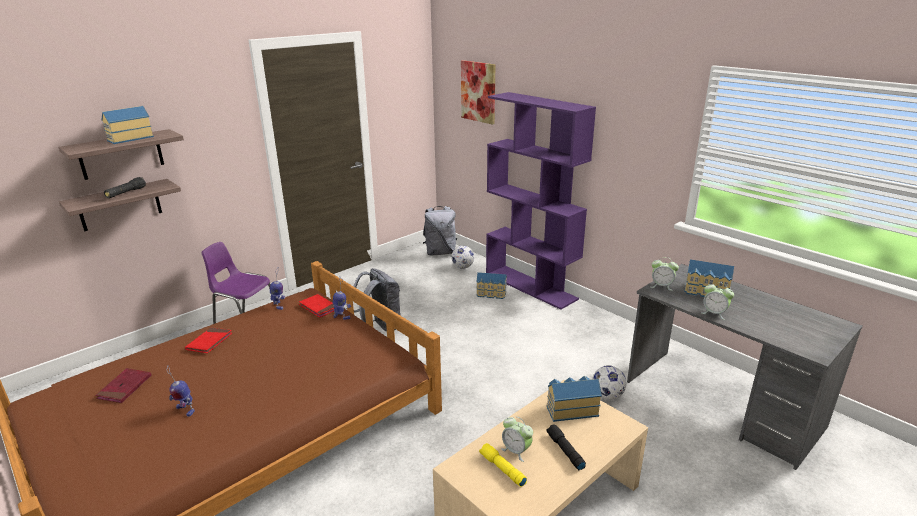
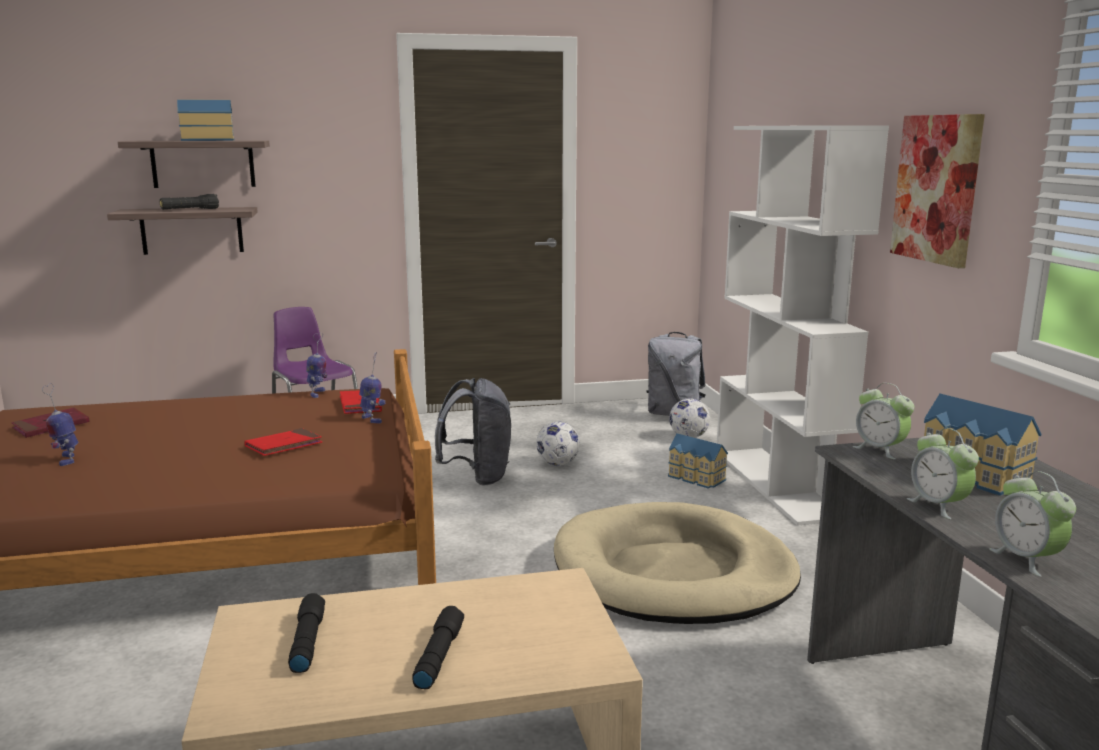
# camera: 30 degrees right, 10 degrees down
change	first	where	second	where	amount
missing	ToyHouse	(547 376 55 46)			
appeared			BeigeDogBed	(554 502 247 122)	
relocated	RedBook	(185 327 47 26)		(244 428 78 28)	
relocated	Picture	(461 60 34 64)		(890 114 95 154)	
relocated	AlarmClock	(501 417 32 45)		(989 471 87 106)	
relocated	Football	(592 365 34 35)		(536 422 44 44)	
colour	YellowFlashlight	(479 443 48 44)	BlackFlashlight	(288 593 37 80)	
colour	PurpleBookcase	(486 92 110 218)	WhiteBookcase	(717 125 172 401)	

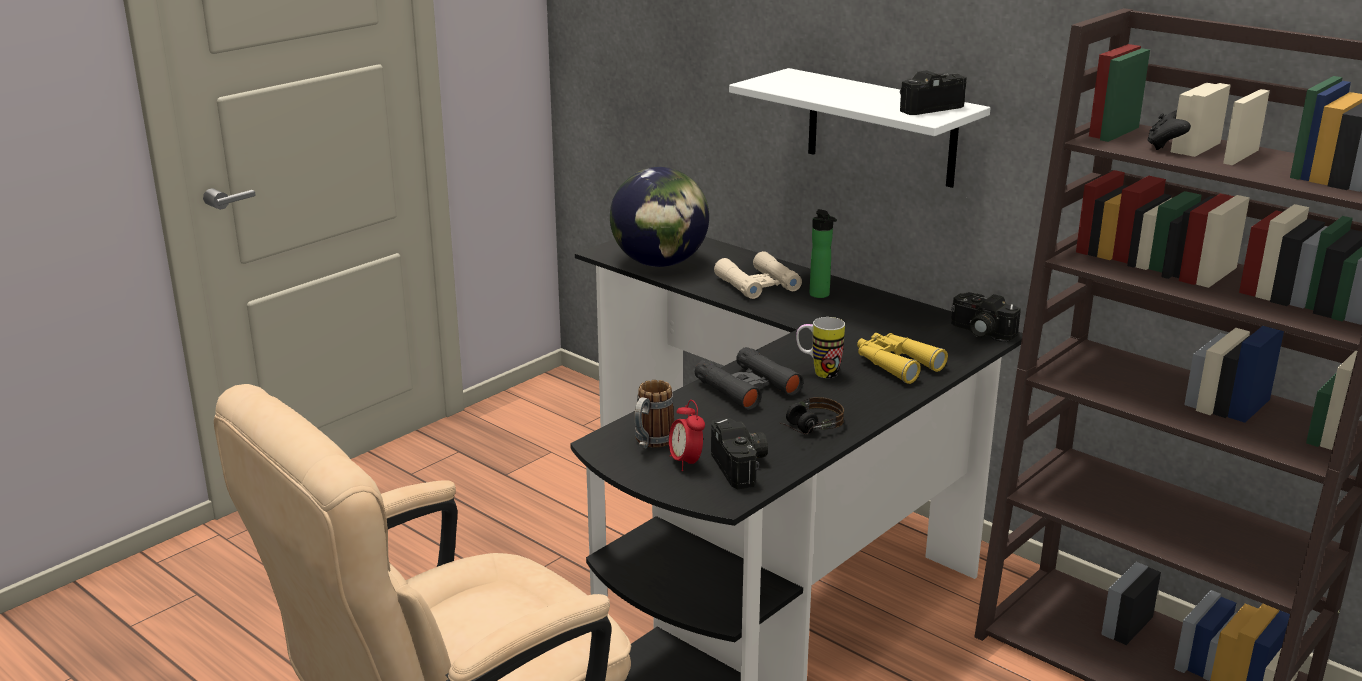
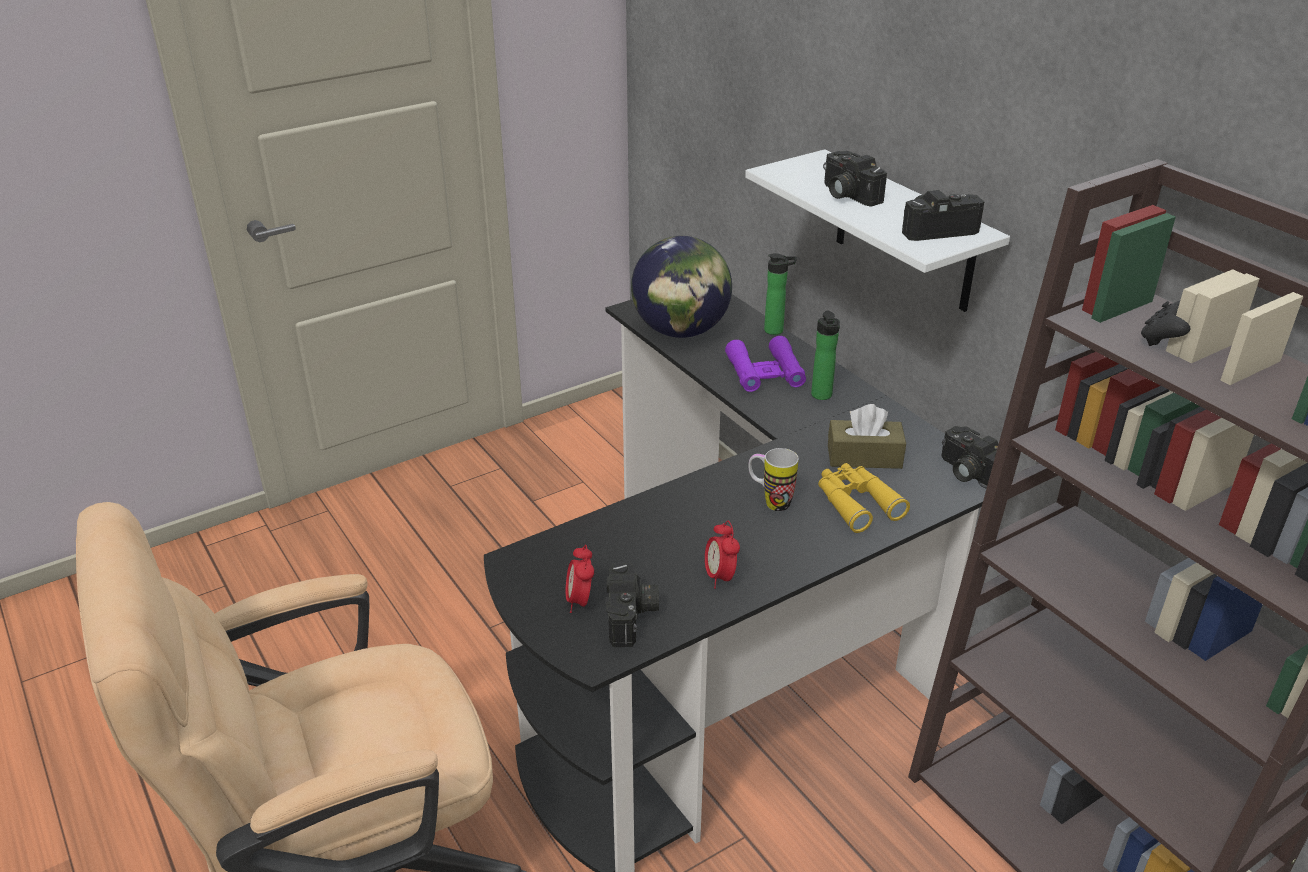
# camera: 15 degrees right, 10 degrees up
change	first	where	second	where	amount
missing	Mug	(634 380 40 69)			
missing	BlackBinoculars	(695 347 108 63)			
appeared			Bottle	(764 253 33 82)	
appeared			PhotoCamera	(823 151 64 56)	
appeared			BrownTissueBox	(828 404 78 65)	
exchanged	Headphones	(779 397 65 38)	AlarmClock	(705 521 35 68)	
colour	BeigeBinoculars	(714 251 88 48)	PurpleBinoculars	(725 336 81 56)	

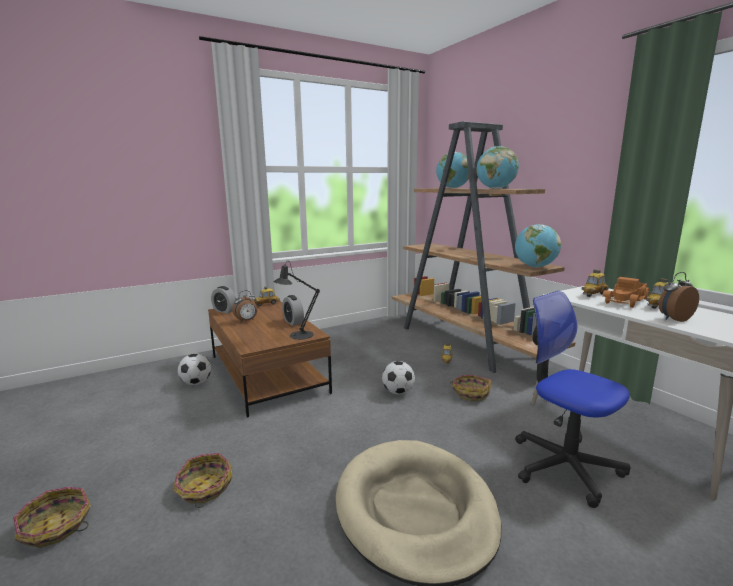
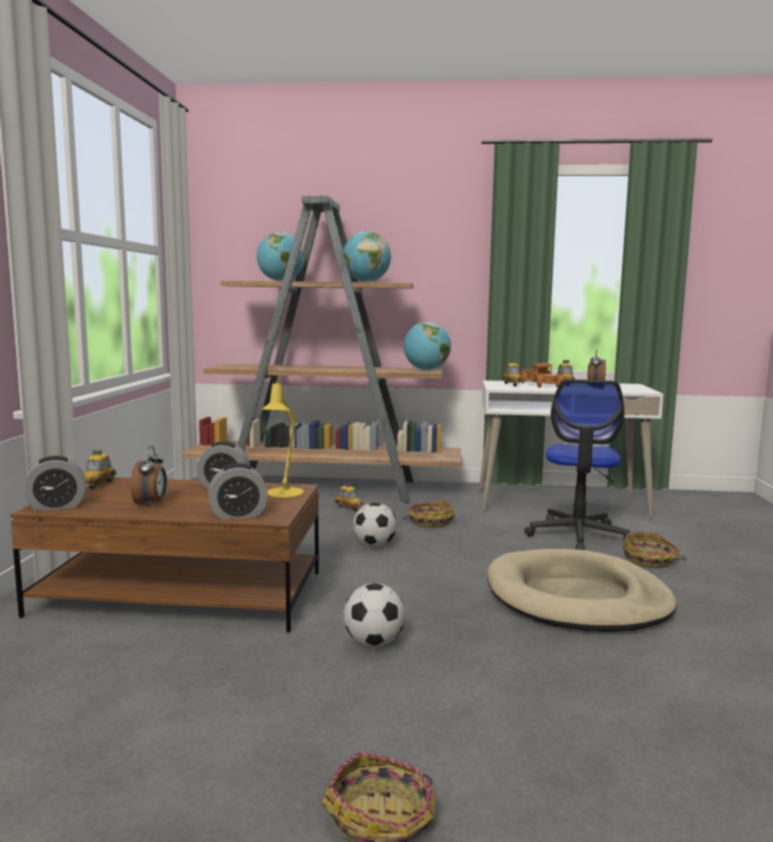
# camera: 55 degrees left, 5 degrees down
change	first	where	second	where	amount
appeared			AlarmClock	(209 463 59 57)	
relocated	Basket	(173 453 59 55)		(623 532 63 36)	
relocated	Football	(178 354 33 31)		(344 583 61 64)	
colour	BlackTableLamp	(273 261 47 79)	YellowTableLamp	(261 376 43 122)	
spun	OfficeChair	(515 291 115 217)		(524 379 106 171)	75 degrees counterclockwise

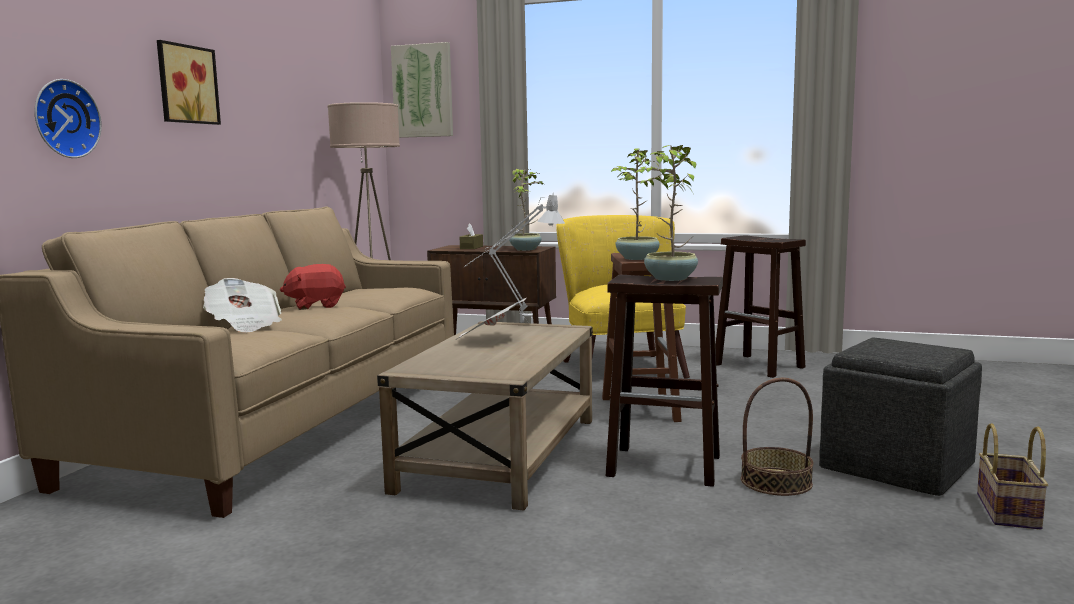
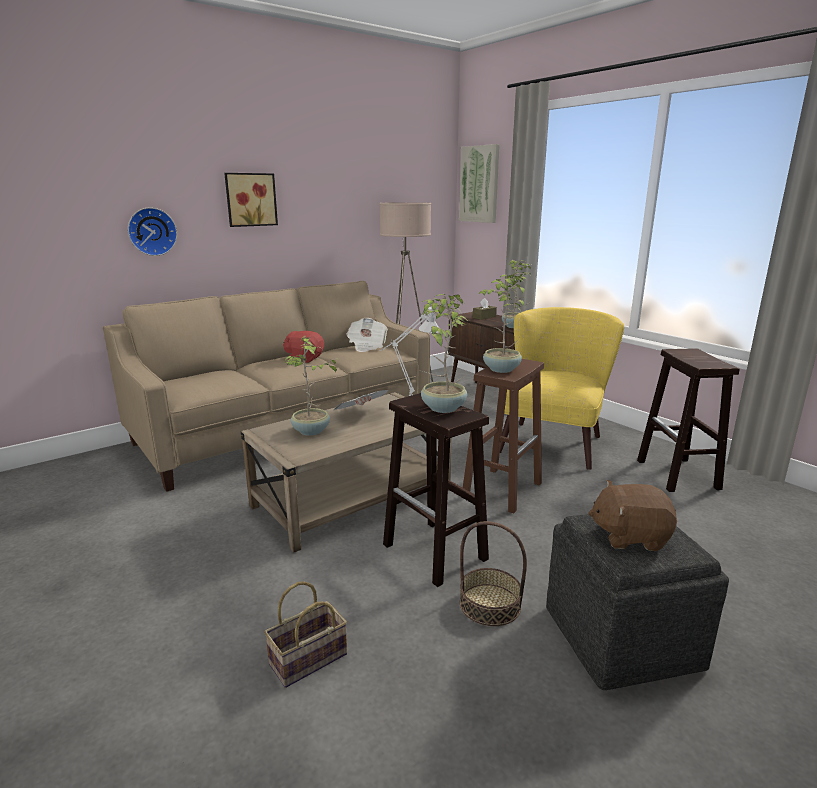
# camera: 35 degrees right, 10 degrees up
change	first	where	second	where	amount
appeared			PottedPlant	(284 336 58 100)	
appeared			BrownPlushToy	(588 480 89 71)	
relocated	Newspaper	(203 278 79 55)		(346 318 42 34)	
relocated	Basket	(977 423 71 107)		(264 581 83 107)	

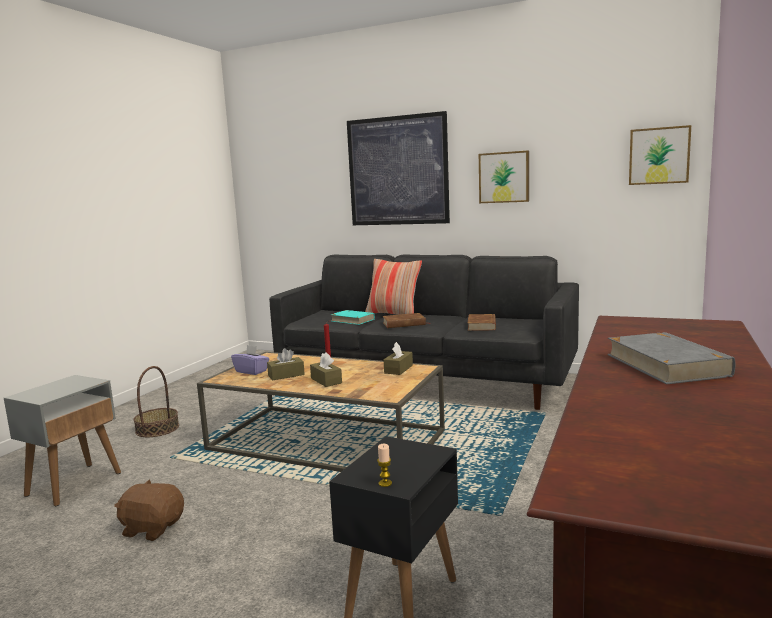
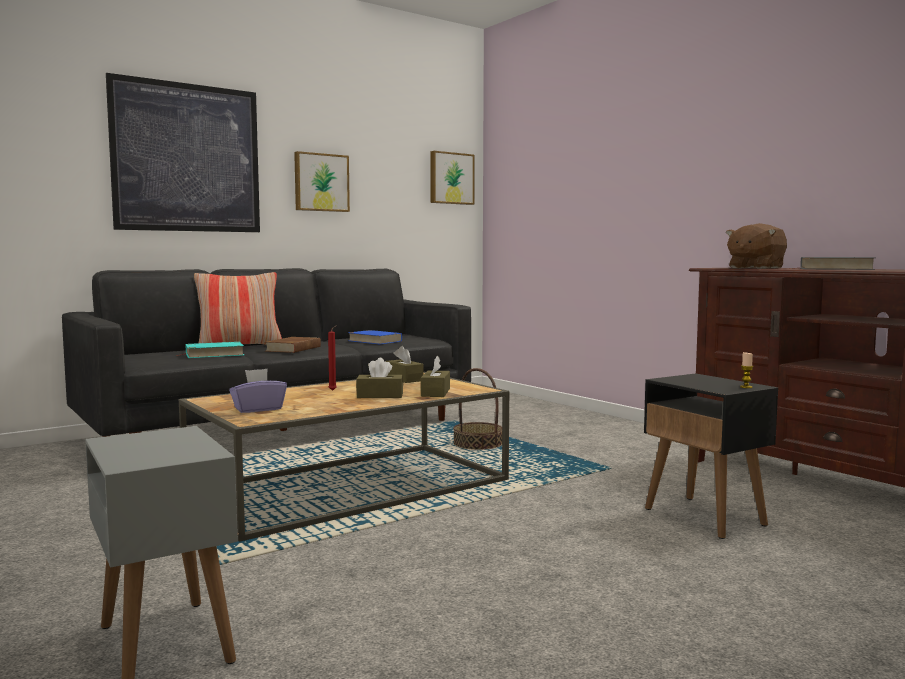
# camera: 60 degrees left, 5 degrees down
change	first	where	second	where	amount
relocated	BrownPlushToy	(114 479 70 62)		(725 223 62 46)	
relocated	Basket	(133 366 46 71)		(453 368 49 82)	
relocated	BrownTissueBox	(267 348 38 32)		(421 356 29 41)	
colour	BrownBook	(468 314 28 17)	BlueBook	(348 330 54 14)	

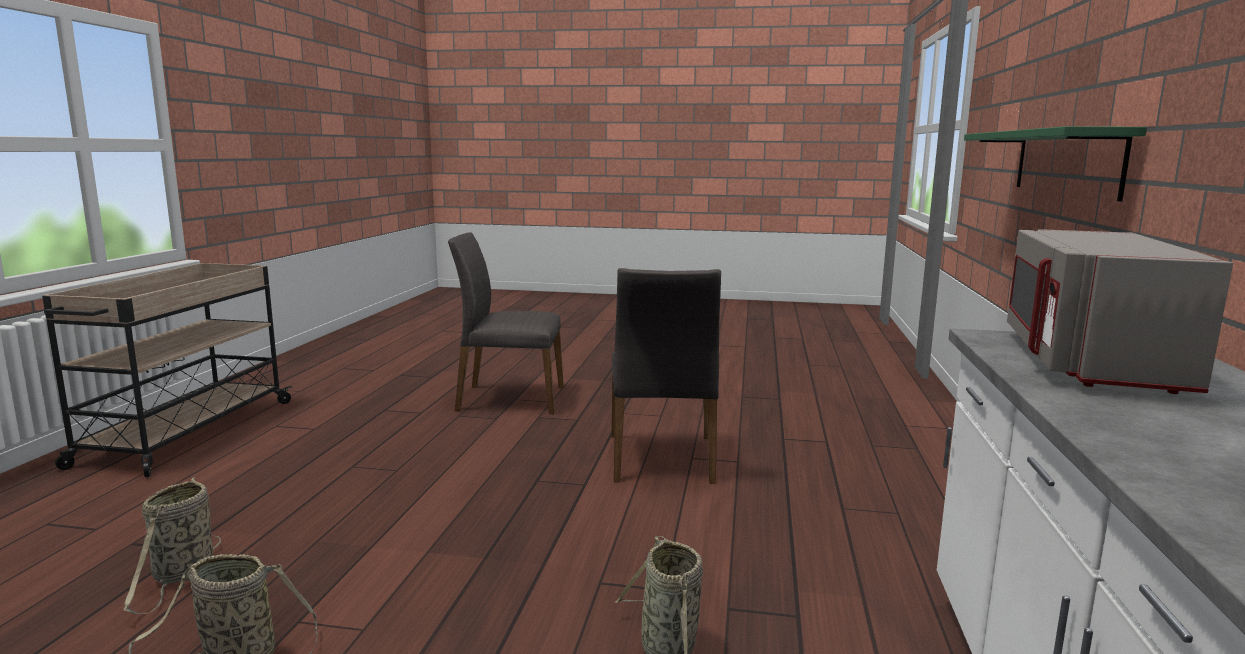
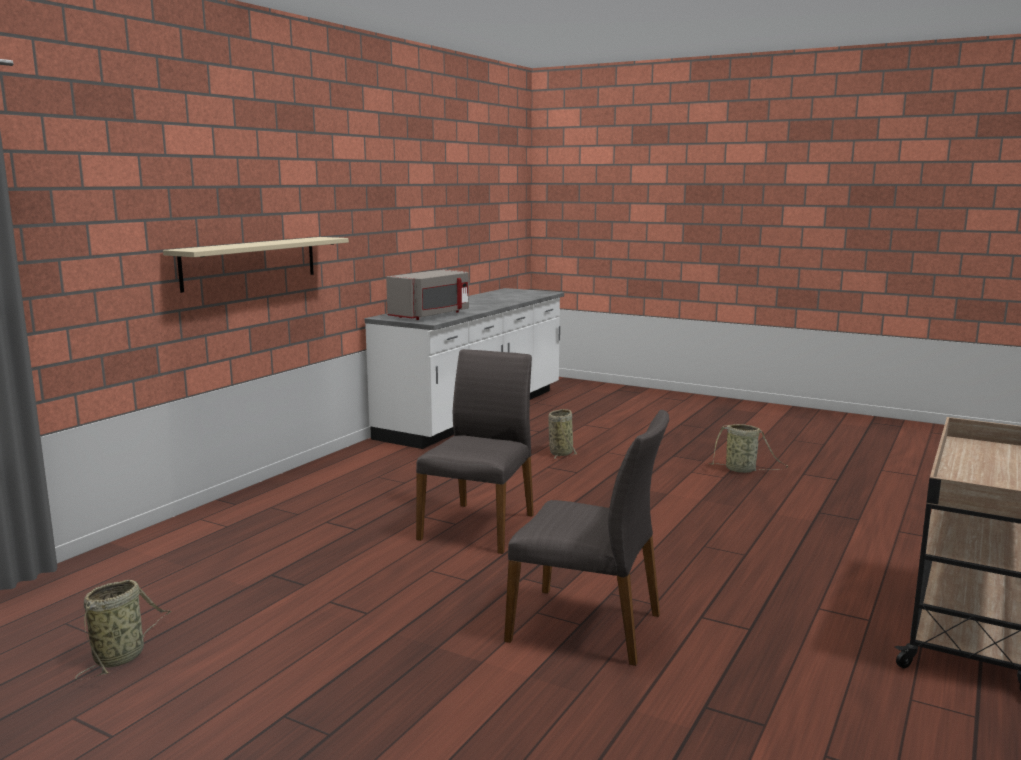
# camera: 160 degrees left, 0 degrees up
change	first	where	second	where	amount
relocated	Basket	(123 477 98 137)		(75 580 96 100)	
colour	GreenShelf	(964 126 183 75)	BeigeShelf	(163 237 186 56)	

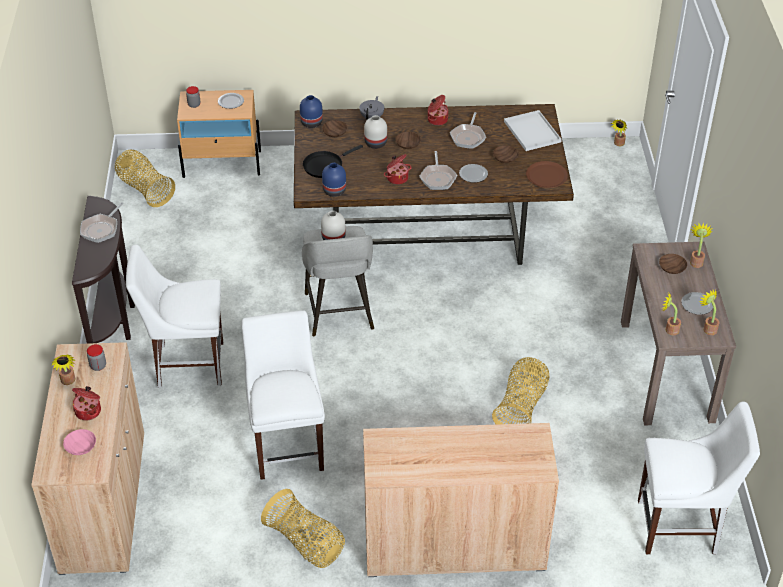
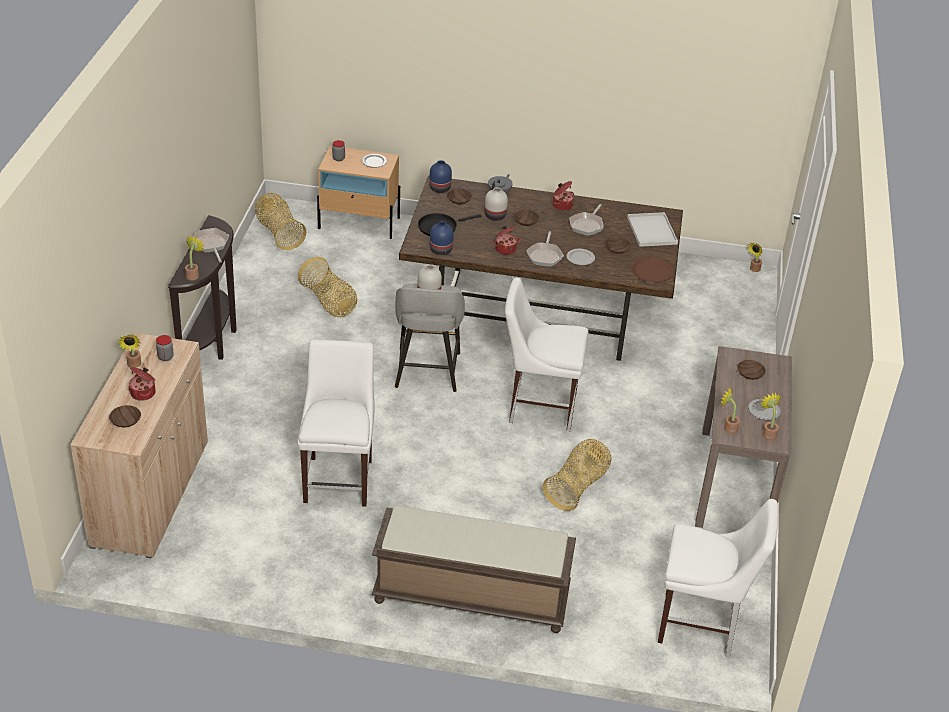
# camera: 10 degrees right, 5 degrees down
change	first	where	second	where	amount
relocated	WhiteChair	(126 244 97 144)		(505 278 83 153)	
relocated	Basket	(261 489 84 79)		(298 257 59 60)	
relocated	PottedPlant	(690 223 22 45)		(185 236 19 44)	
exchanged	BeigeCabinet	(363 423 196 154)	BrownBench	(372 506 204 127)	
colour	PinkBowl	(63 429 33 26)	BrownBowl	(109 405 32 23)	
spun	FryingPan	(80 202 43 41)		(192 228 37 34)	120 degrees clockwise

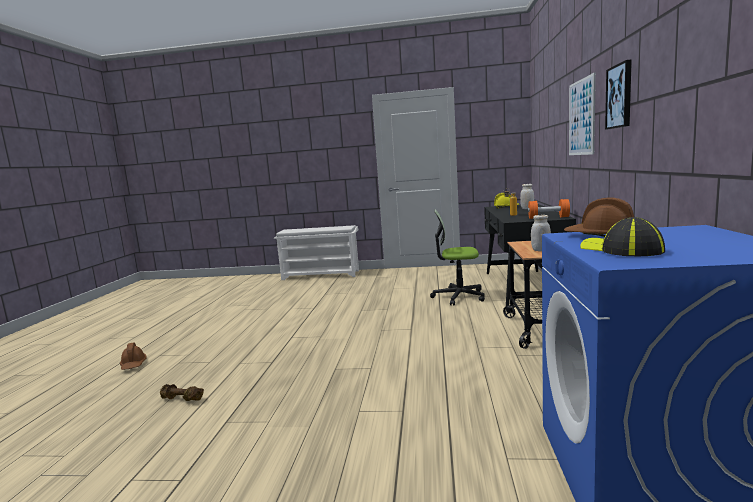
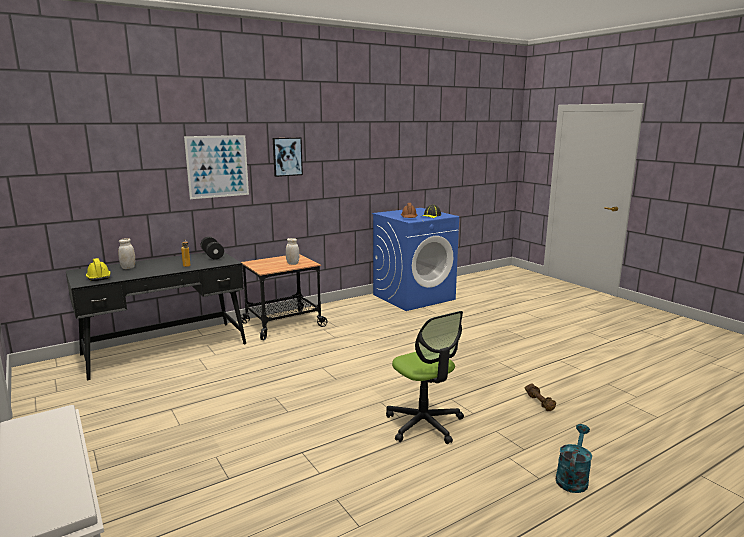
# camera: 130 degrees left, 5 degrees up
change	first	where	second	where	amount
relocated	OfficeChair	(430 209 55 96)		(386 311 78 133)	
exchanged	BrownHardHat	(120 342 27 28)	TurquoiseWateringCan	(556 424 36 69)	
colour	OrangeDumbbell	(528 199 42 20)	BlackDumbbell	(201 237 23 23)	

